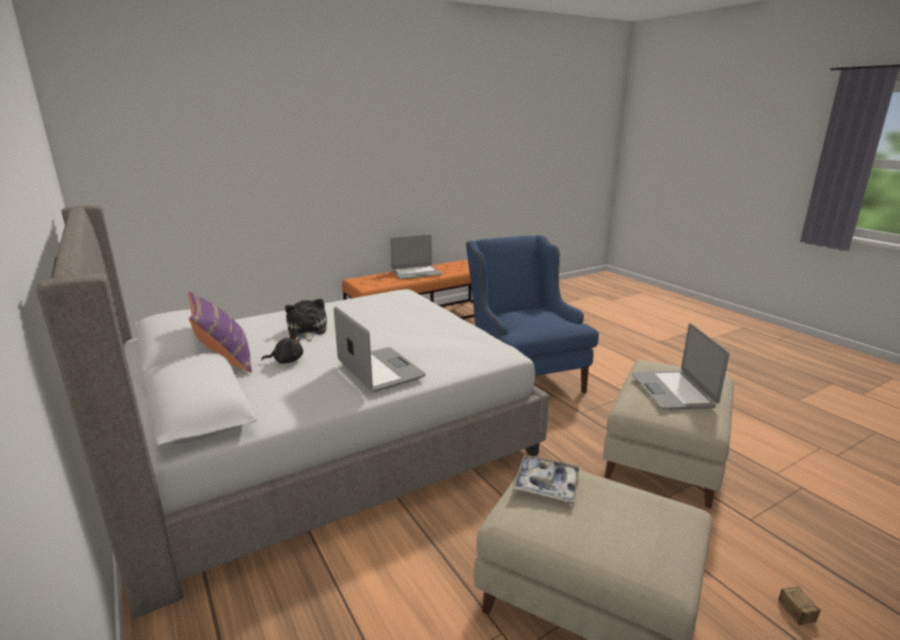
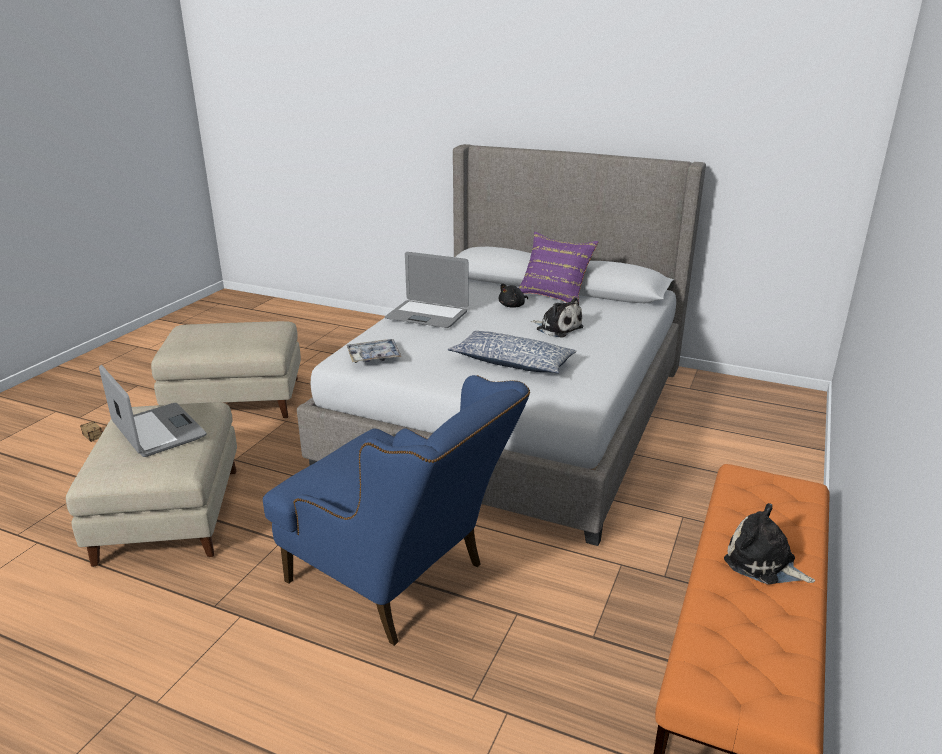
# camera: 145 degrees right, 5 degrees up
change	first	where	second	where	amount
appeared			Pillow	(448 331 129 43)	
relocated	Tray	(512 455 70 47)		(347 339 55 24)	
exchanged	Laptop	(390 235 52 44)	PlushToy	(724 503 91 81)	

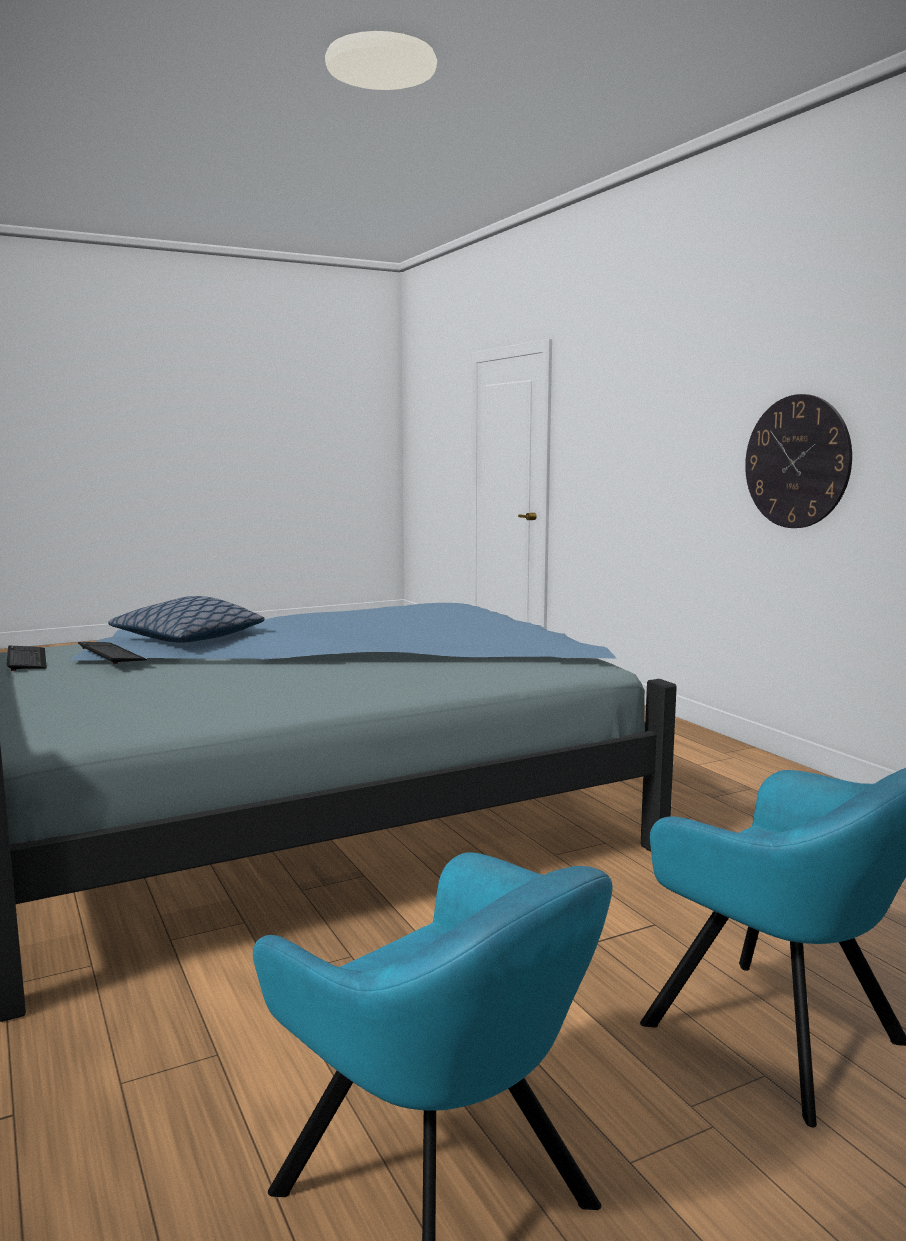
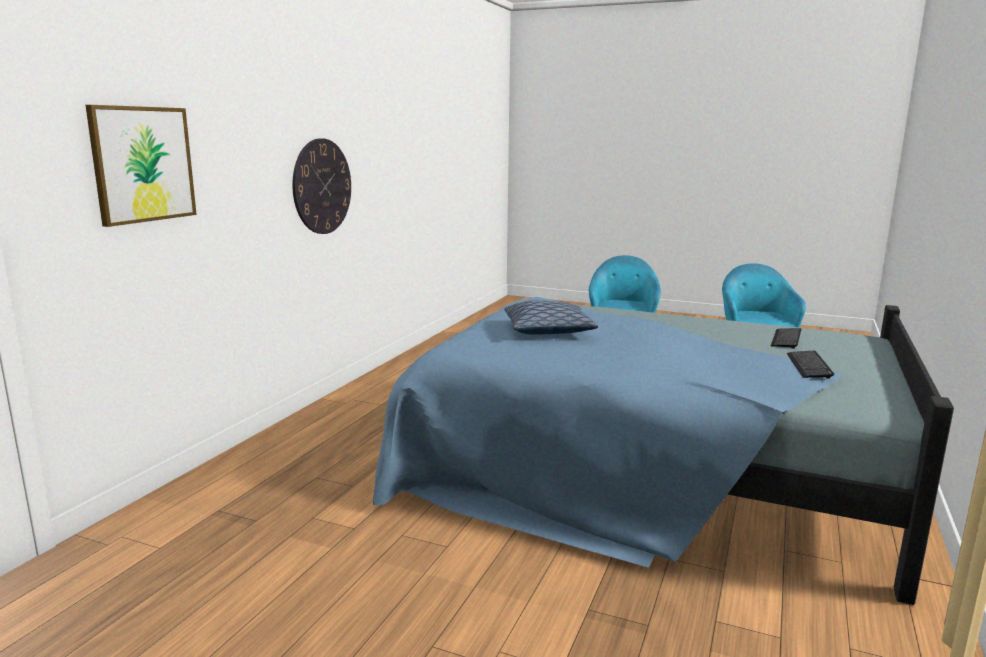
# camera: 130 degrees left, 5 degrees up
change	first	where	second	where	amount
appeared			Picture	(85 105 112 122)	
relocated	Keyboard	(6 646 41 25)		(771 328 30 21)	
relocated	Pillow	(108 596 157 47)		(504 300 94 35)	

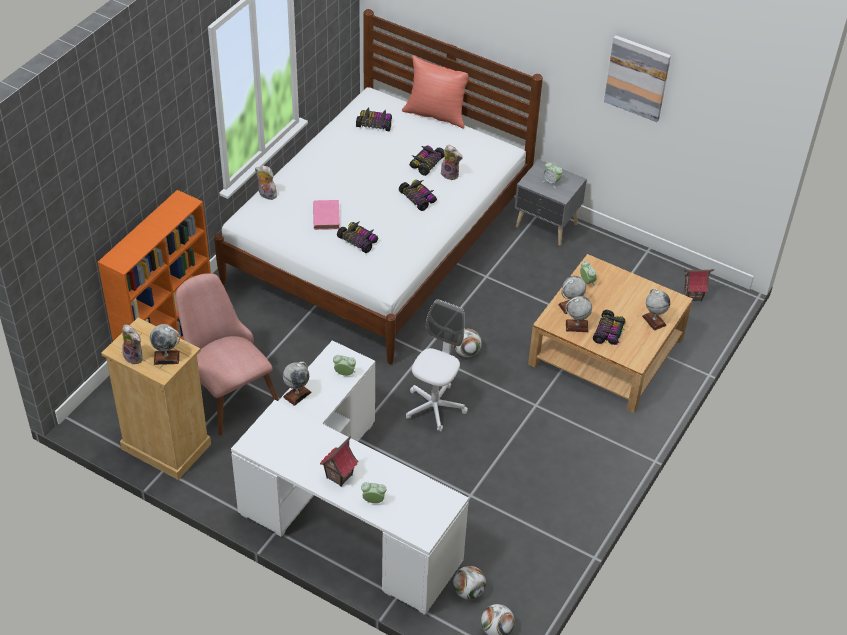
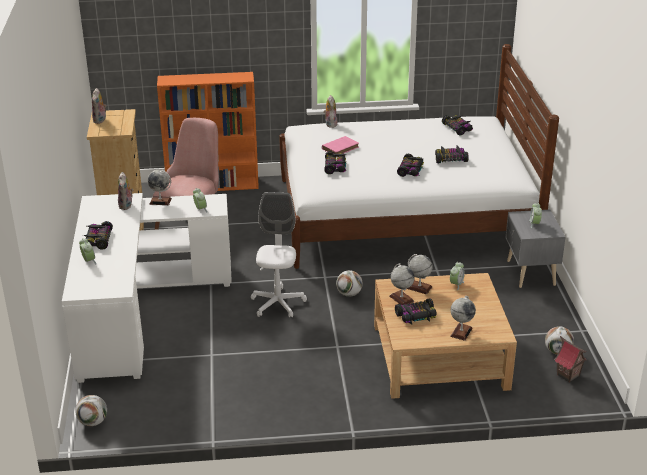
# camera: 55 degrees right, 15 degrees down
change	first	where	second	where	amount
missing	Globe	(150 324 30 41)			
missing	RedPillow	(402 56 67 73)			
missing	Picture	(604 35 67 87)			
relocated	PlushToy	(441 145 22 35)		(118 172 15 38)	
relocated	Football	(453 566 33 34)		(545 326 29 29)	
exchanged	ToyHouse	(320 436 38 51)	ToyCar	(83 221 30 29)	
spun	WhiteOfficeChair	(406 299 62 133)		(251 192 56 126)	75 degrees counterclockwise

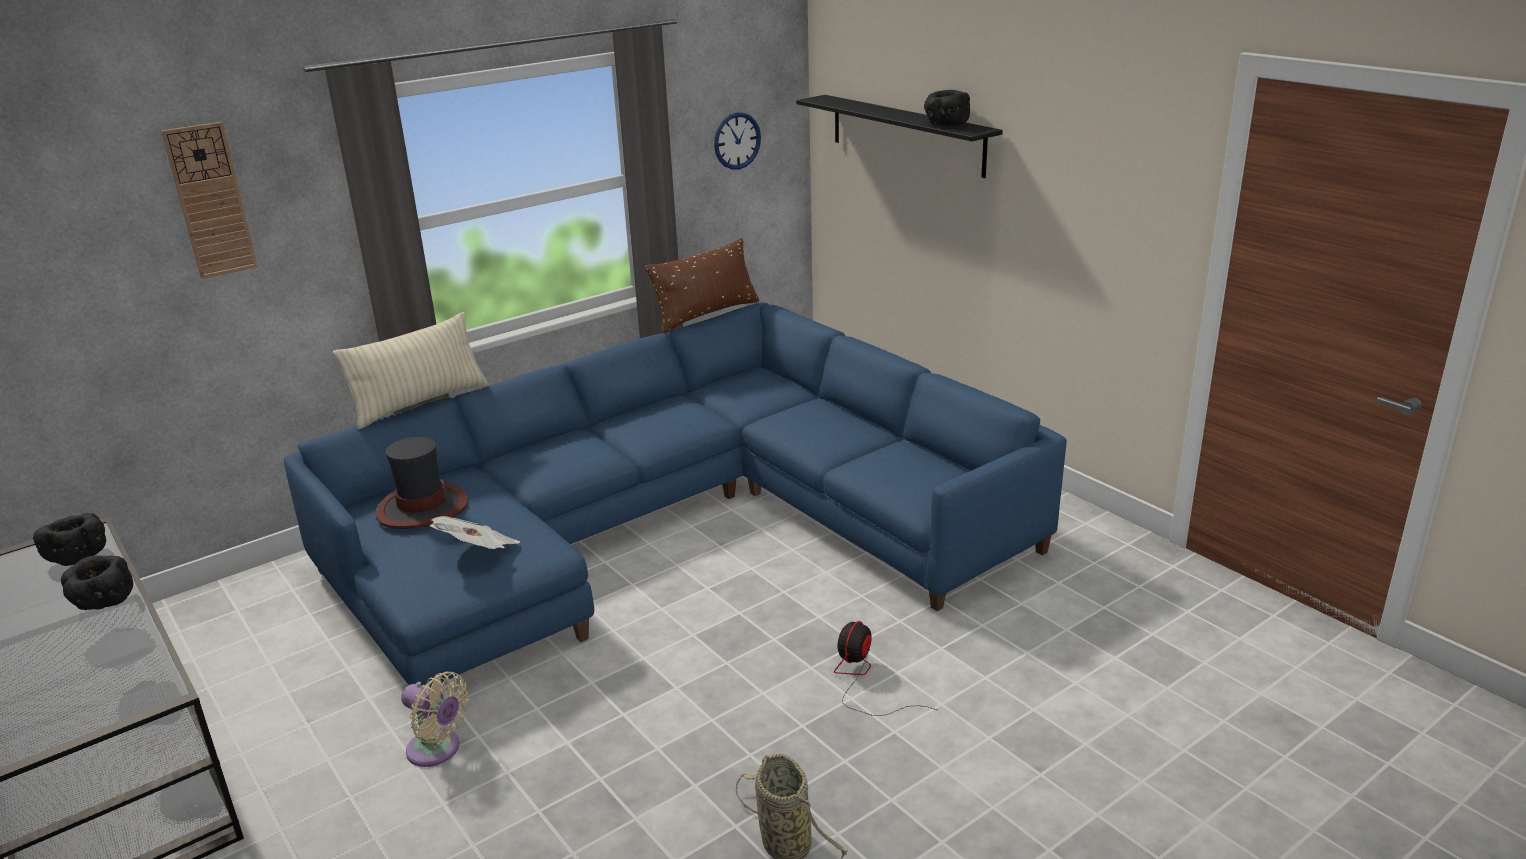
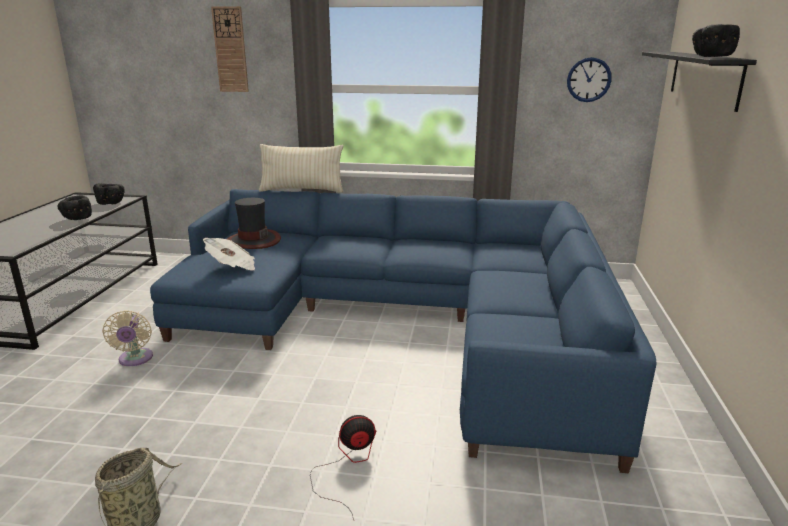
# camera: 45 degrees right, 5 degrees down
change	first	where	second	where	amount
missing	BrownPillow	(645 238 114 95)			

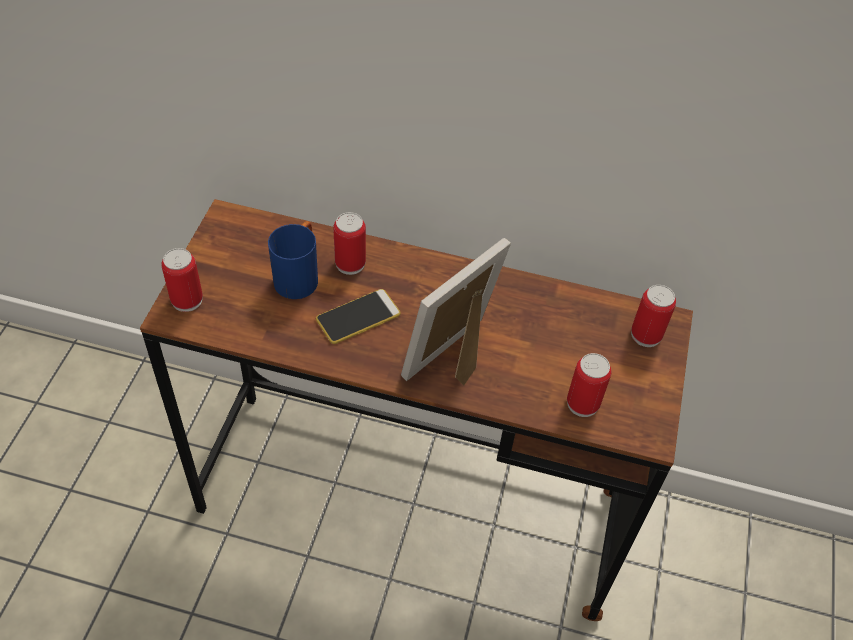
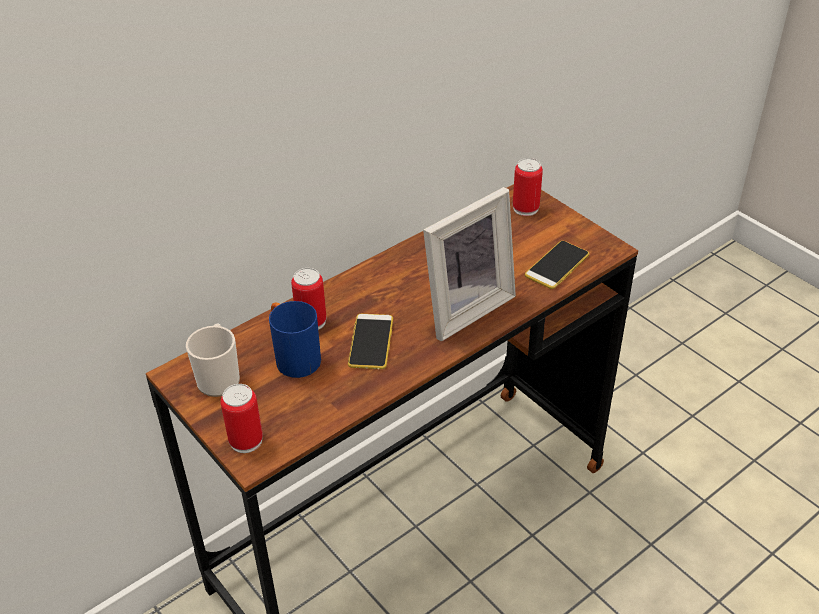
# camera: 50 degrees left, 10 degrees down
change	first	where	second	where	amount
appeared			Mug	(186 324 54 73)	
exchanged	Can	(567 353 45 64)	Phone	(525 241 64 48)	
spun	PictureFrame	(401 238 110 147)		(423 187 93 154)	120 degrees counterclockwise

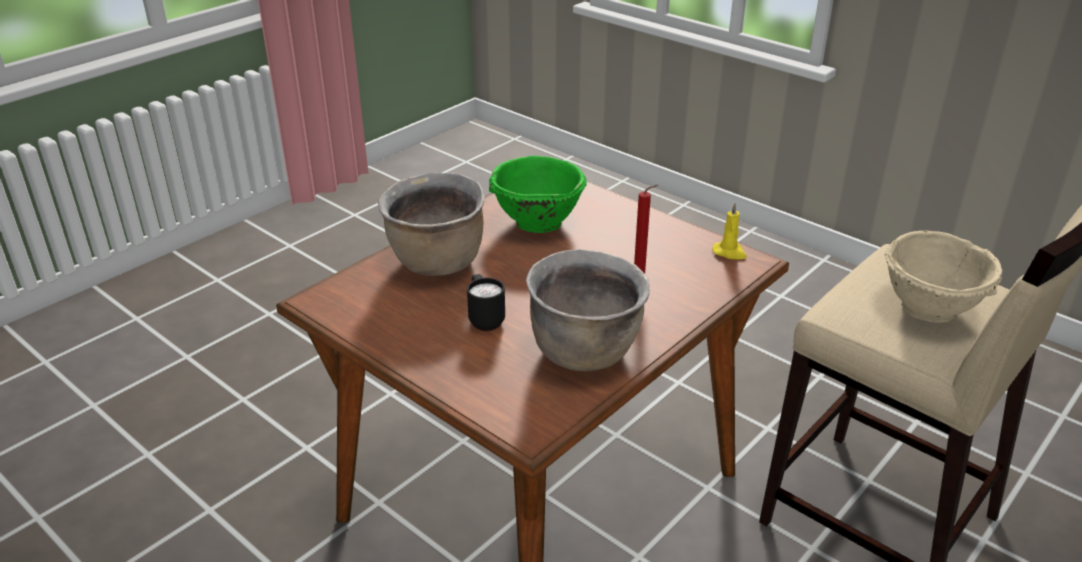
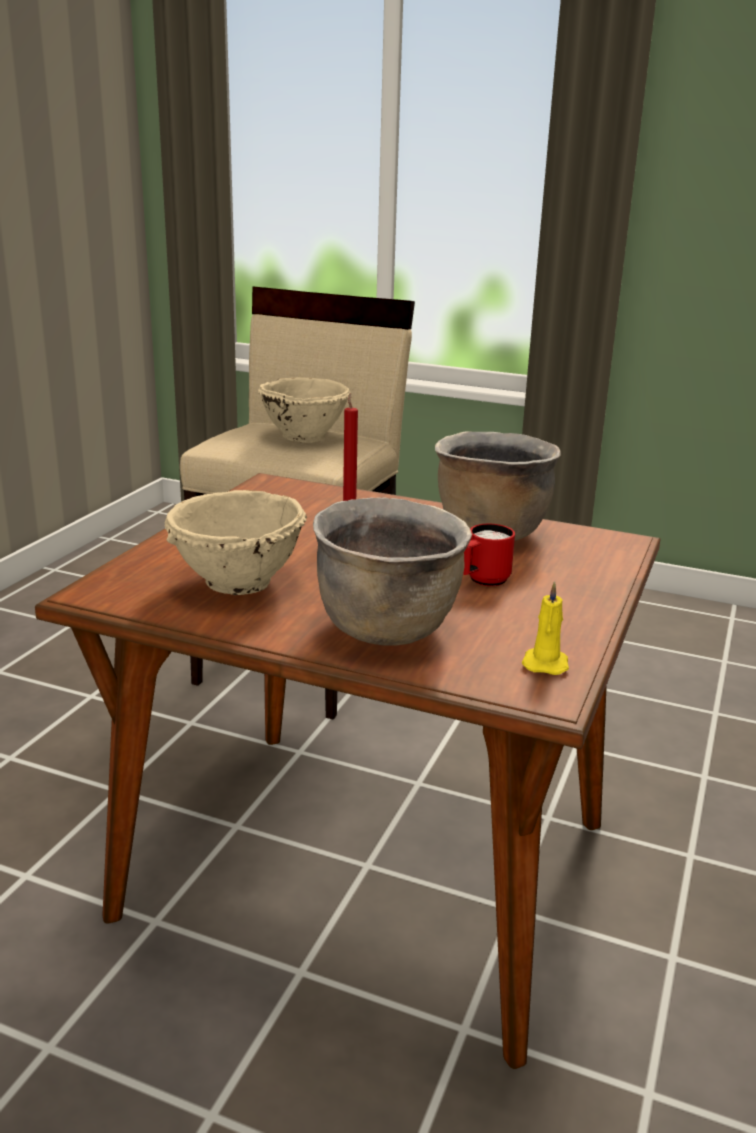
# camera: 110 degrees left, 10 degrees down
change	first	where	second	where	amount
relocated	YellowCandle	(712 203 35 56)		(522 581 47 94)	
colour	BlackMug	(467 274 38 57)	RedMug	(463 524 52 62)	
colour	GreenBowl	(489 156 98 77)	BeigeBowl	(165 490 142 105)	

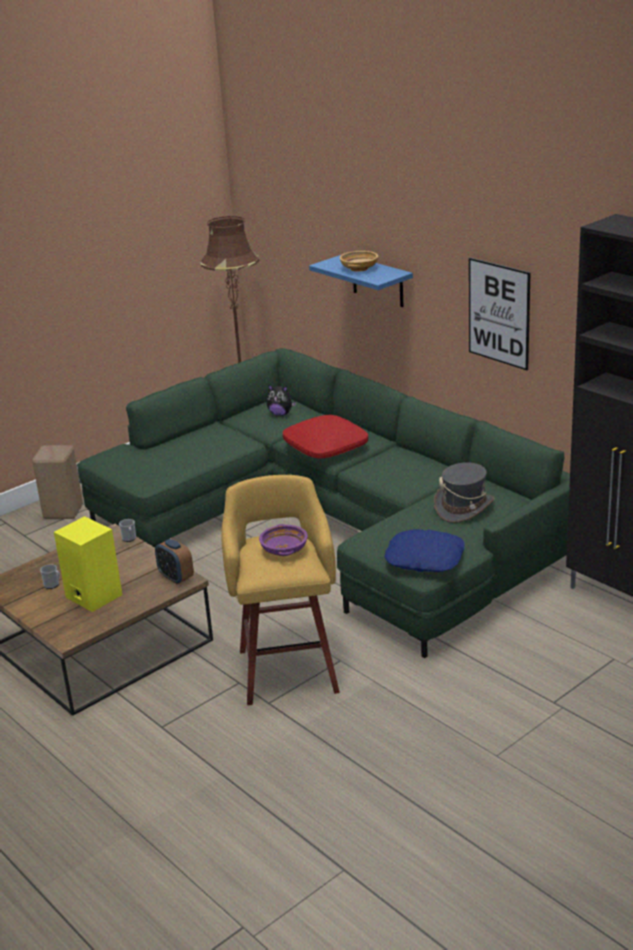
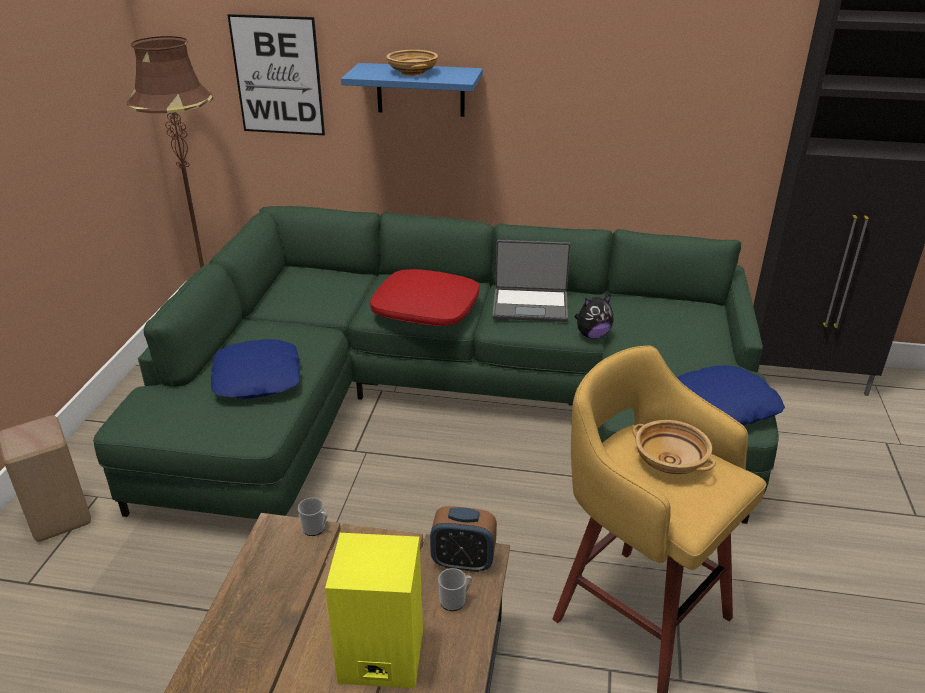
# camera: 40 degrees left, 5 degrees up
change	first	where	second	where	amount
missing	GreyHat	(434 462 61 61)			
appeared			BluePillow	(211 339 89 60)	
appeared			Laptop	(492 240 79 82)	
relocated	Mug	(40 564 20 25)		(438 568 34 43)	
relocated	PlushToy	(267 384 29 32)		(575 294 39 45)	
relocated	Picture	(469 258 62 112)		(228 14 97 121)	
colour	PurpleBowl	(259 524 49 32)	BeigeBowl	(632 420 84 54)	

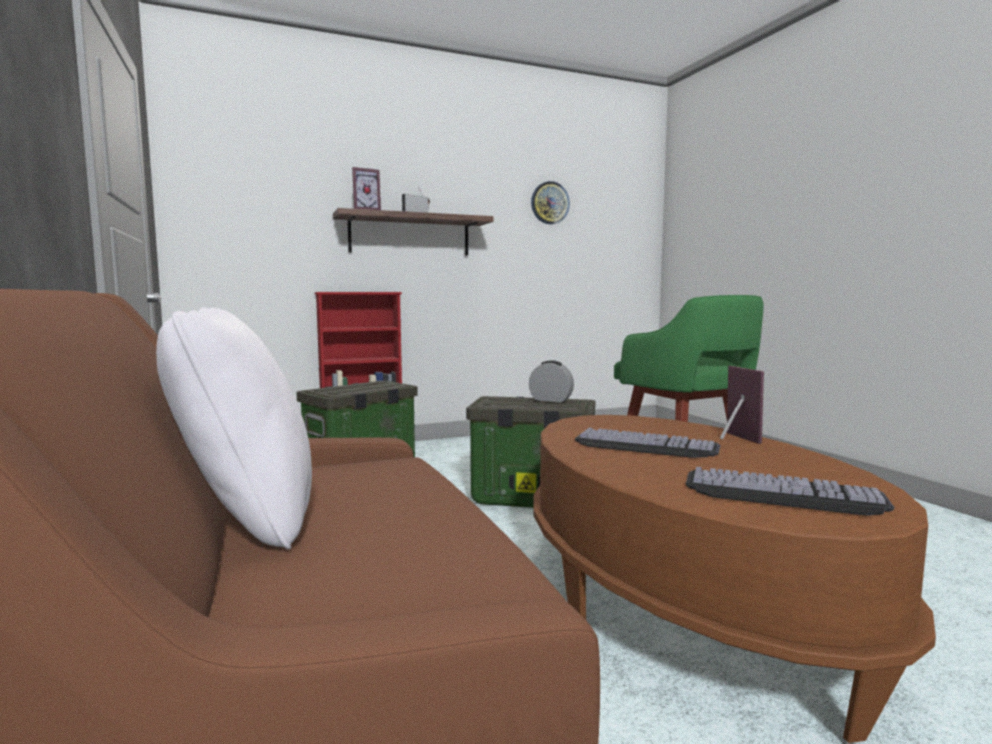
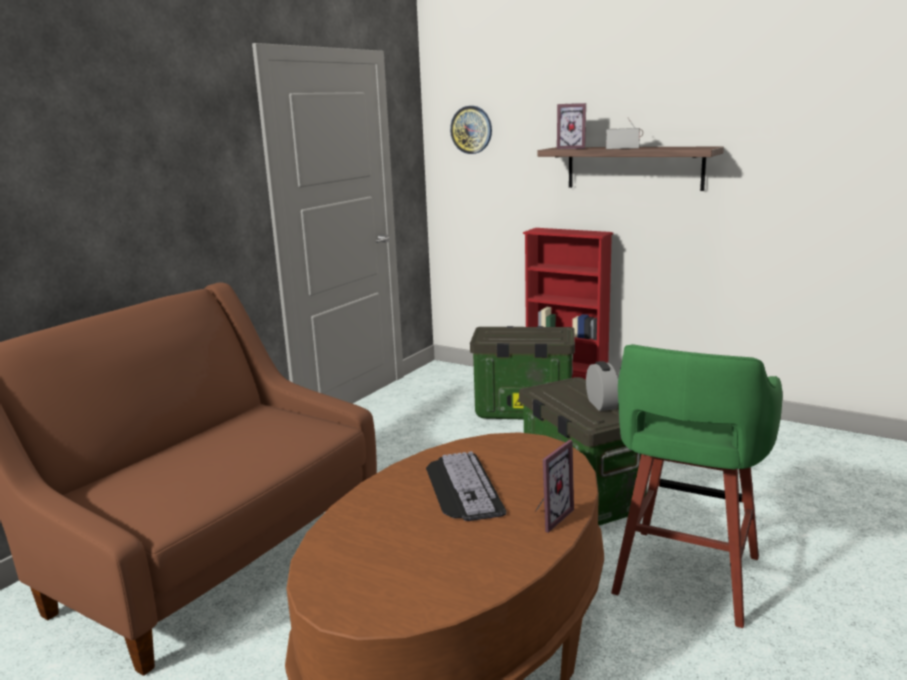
# camera: 55 degrees right, 10 degrees up
change	first	where	second	where	amount
missing	WhitePillow	(156 307 156 243)			
missing	Keyboard	(686 467 208 49)			
relocated	WallClock	(531 181 39 43)		(450 106 42 48)	

